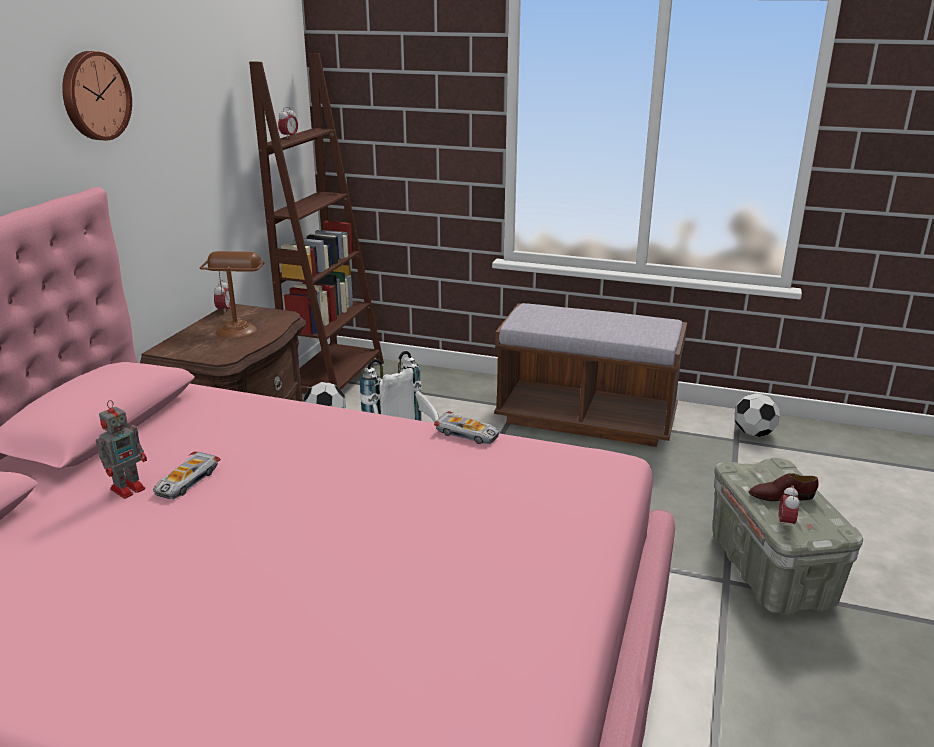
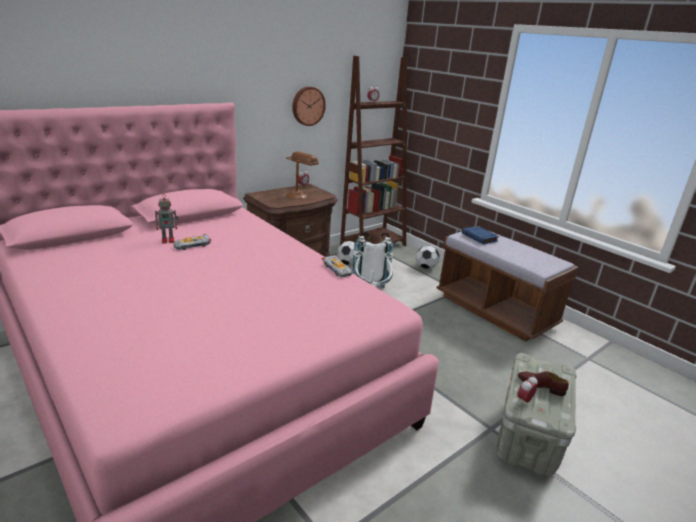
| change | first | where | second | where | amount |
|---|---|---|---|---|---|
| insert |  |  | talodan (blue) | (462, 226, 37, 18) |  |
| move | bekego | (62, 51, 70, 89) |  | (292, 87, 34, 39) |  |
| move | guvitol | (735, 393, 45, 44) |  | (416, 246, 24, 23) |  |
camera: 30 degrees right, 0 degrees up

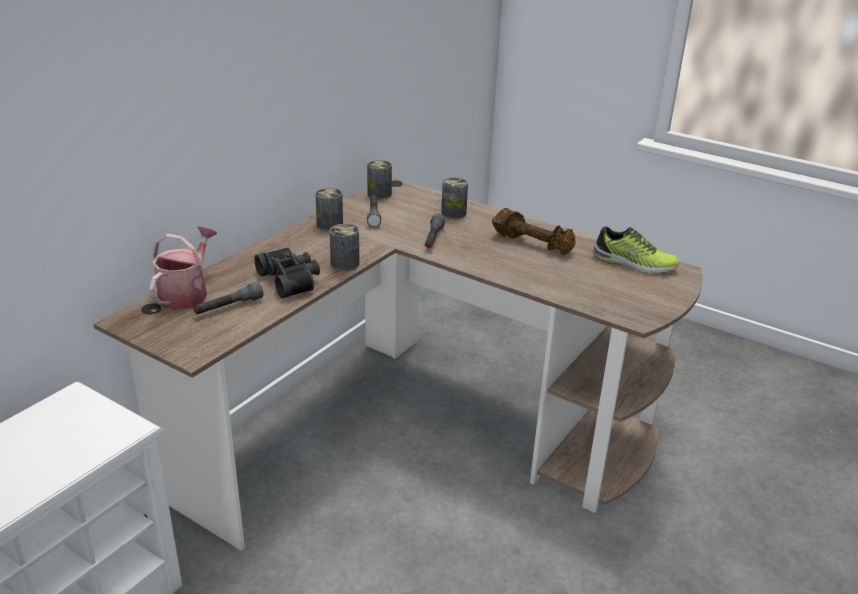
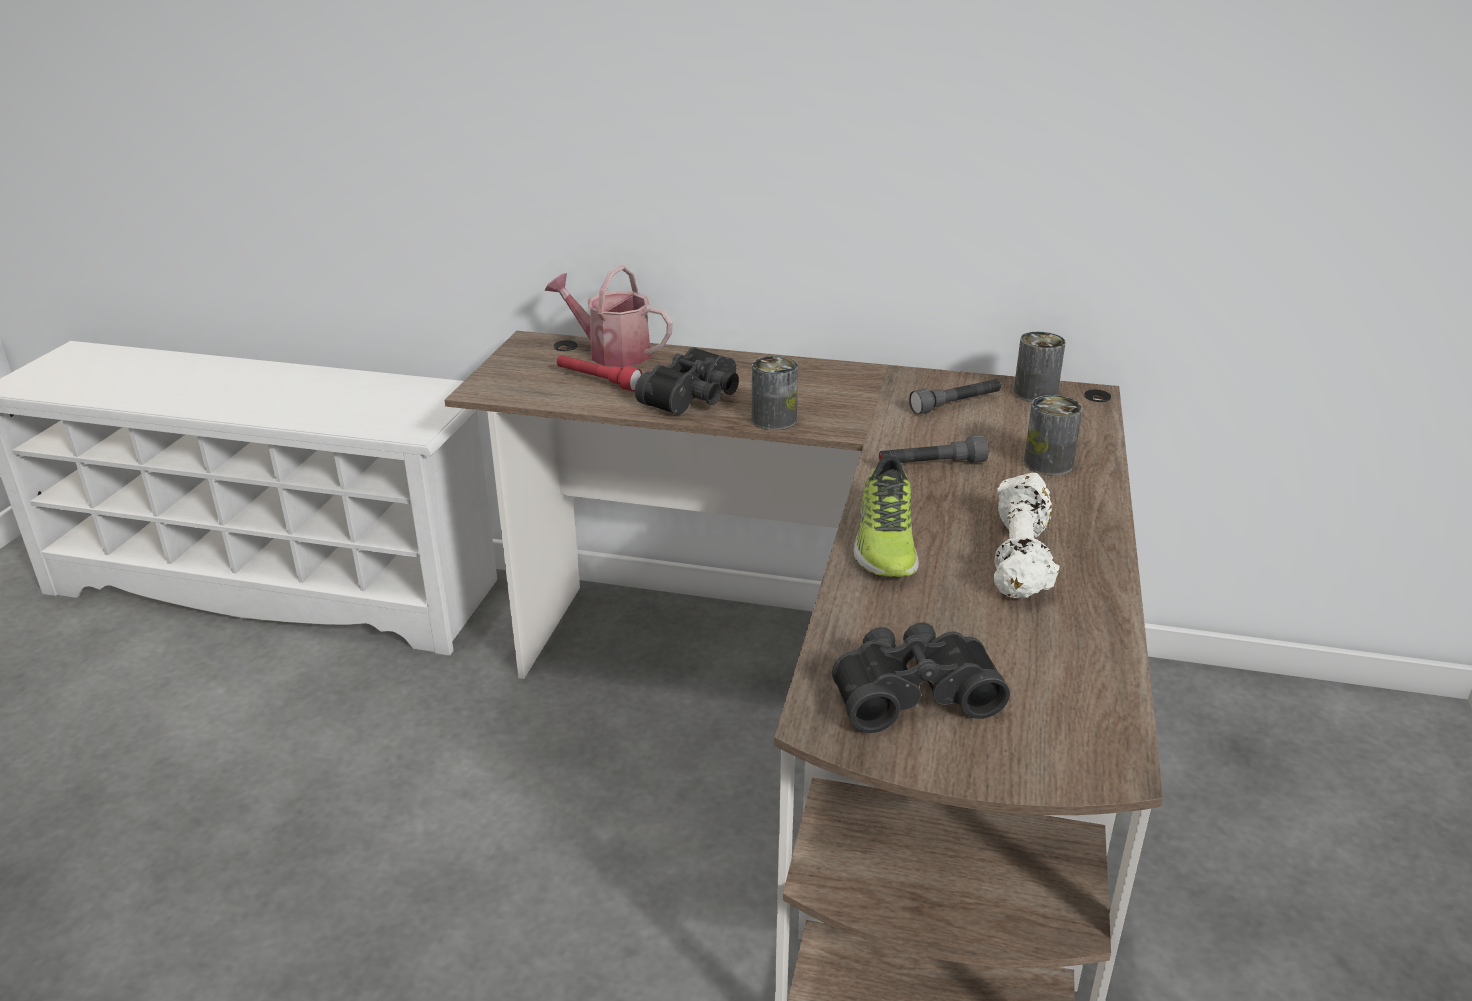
| change | first | where | second | where | amount |
|---|---|---|---|---|---|
| delete | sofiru | (316, 188, 27, 43) |  |  |  |
| insert |  |  | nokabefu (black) | (832, 622, 178, 111) |  |
| move | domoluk | (593, 227, 86, 47) |  | (853, 457, 66, 120) |  |
| recolor | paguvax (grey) | (193, 282, 70, 32) | paguvax (red) | (557, 355, 85, 36) |  |
| recolor | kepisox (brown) | (492, 208, 84, 47) | kepisox (white) | (994, 473, 66, 125) |  |
| rotate | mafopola | (149, 226, 68, 84) |  | (544, 265, 129, 102) | 150 degrees counterclockwise |
camera: 70 degrees right, 0 degrees up

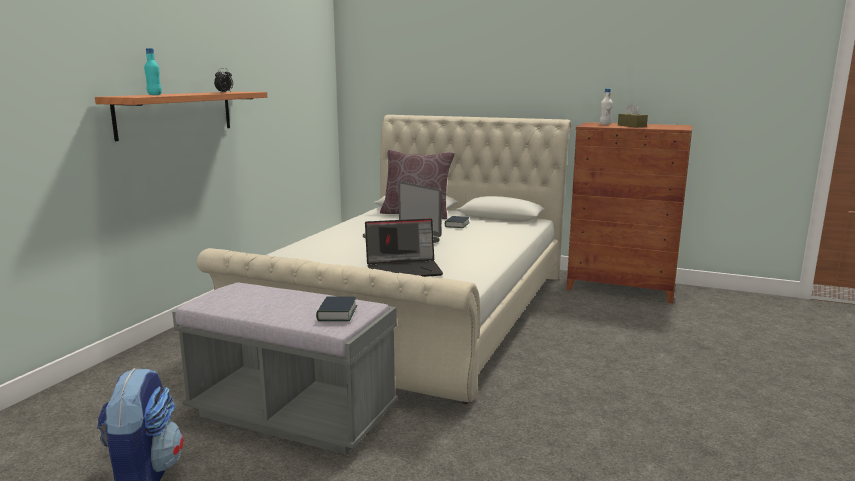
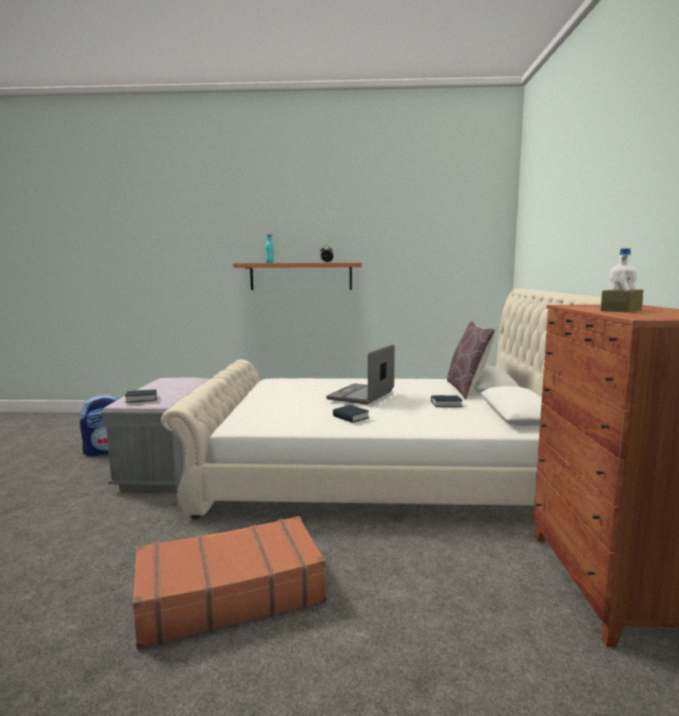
| change | first | where | second | where | amount |
|---|---|---|---|---|---|
| delete | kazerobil | (365, 219, 78, 58) |  |  |  |
| insert |  |  | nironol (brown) | (133, 516, 194, 133) |  |
| insert |  |  | talodan | (333, 405, 36, 18) |  |
camera: 70 degrees right, 5 degrees down

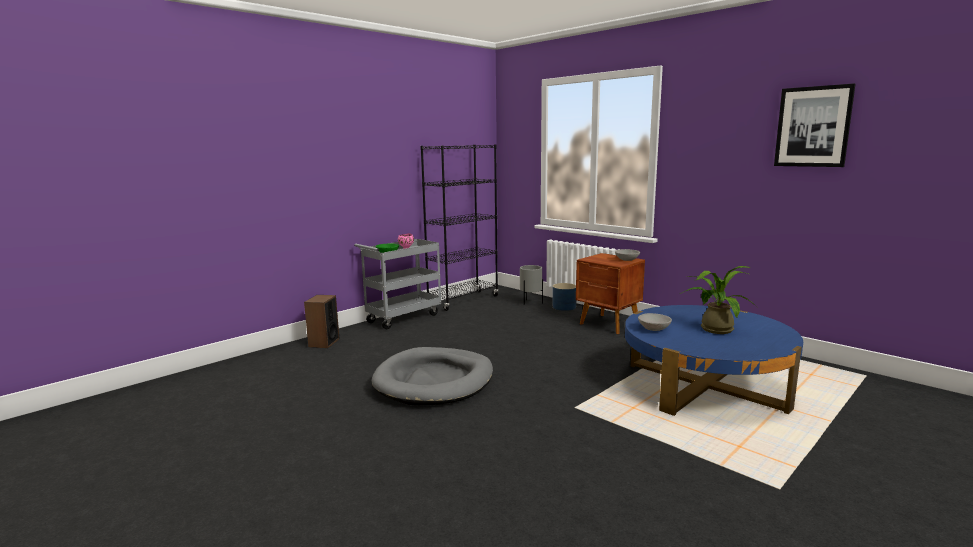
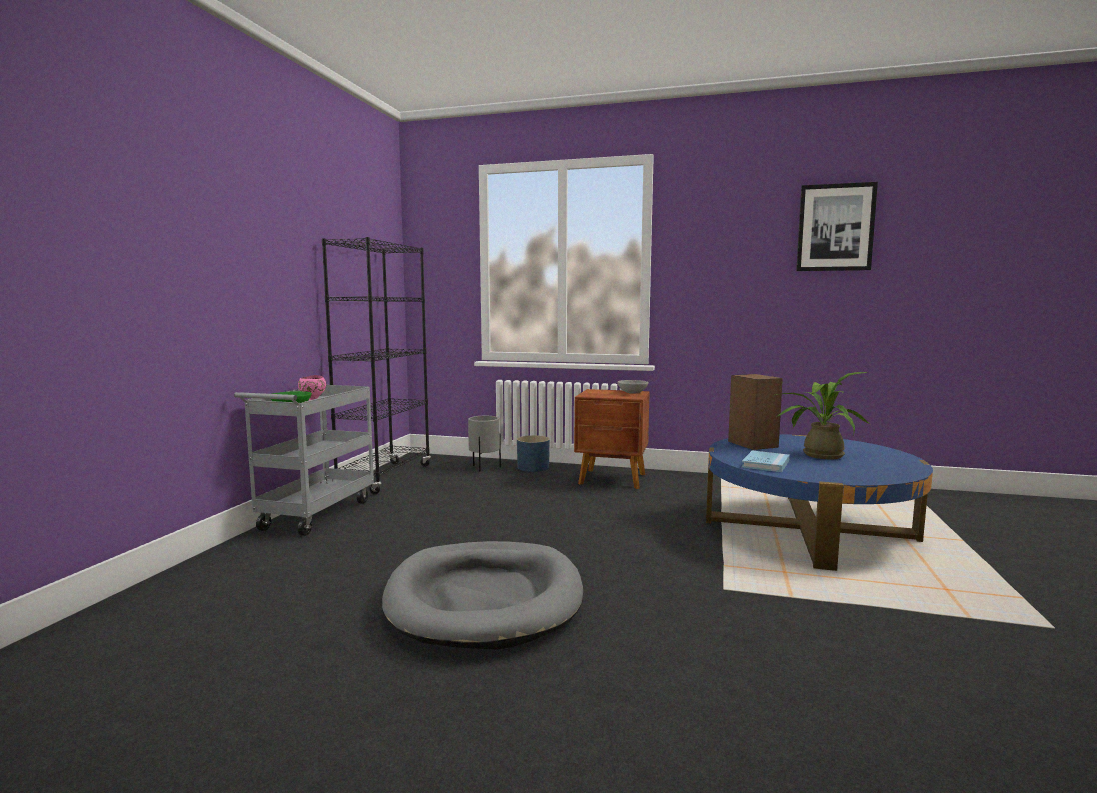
| change | first | where | second | where | amount |
|---|---|---|---|---|---|
| move | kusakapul | (304, 295, 36, 53) |  | (728, 374, 55, 76) |  |
| replace | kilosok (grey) | (638, 313, 34, 18) | talodan (blue) | (742, 450, 48, 22) |  |
camera: 30 degrees left, 5 degrees down

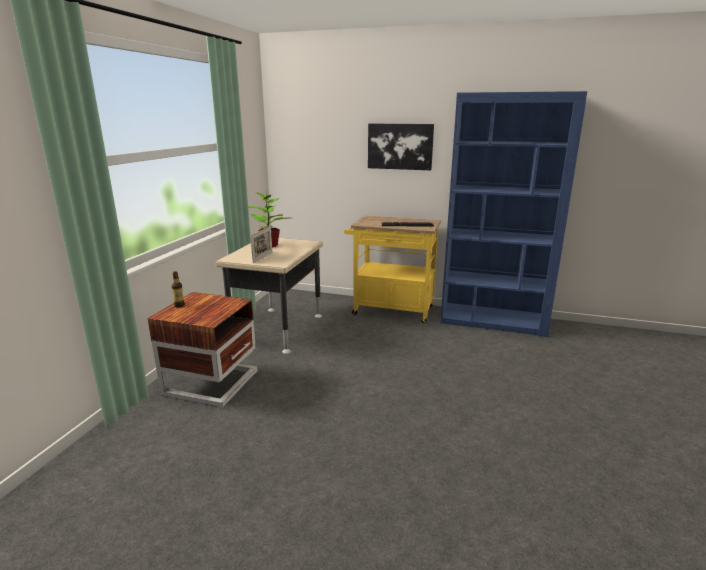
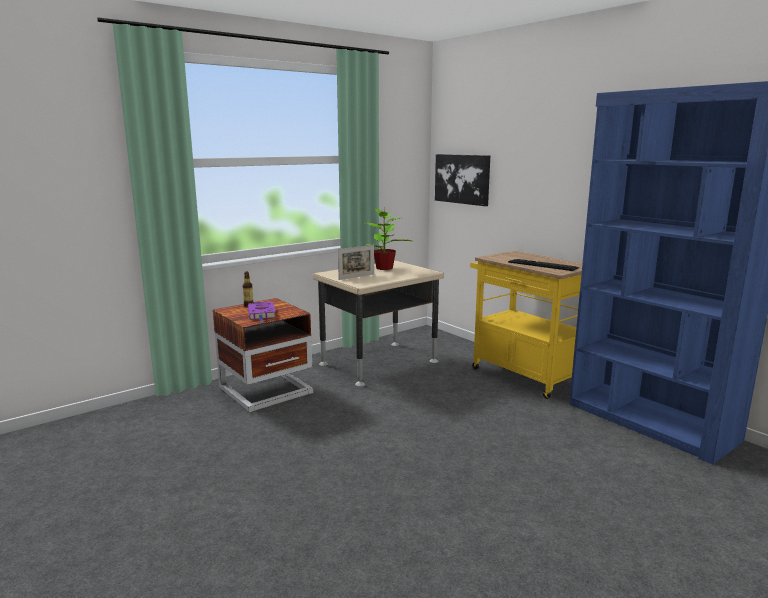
| change | first | where | second | where | amount |
|---|---|---|---|---|---|
| insert |  |  | talodan (purple) | (248, 301, 28, 21) |  |
| move | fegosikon | (368, 124, 66, 46) |  | (435, 154, 55, 52) |  |
camera: 35 degrees right, 5 degrees down

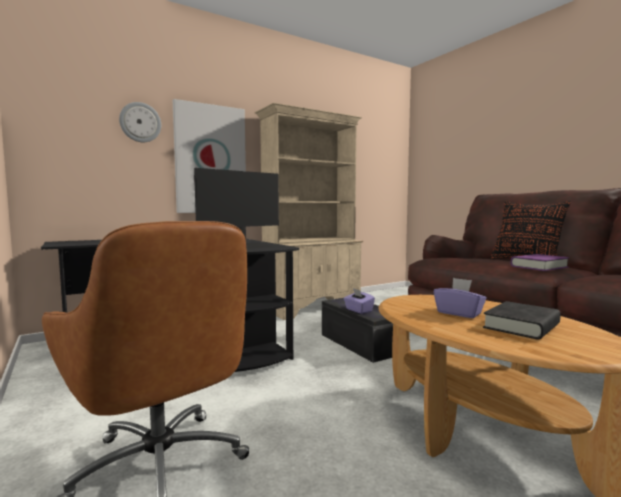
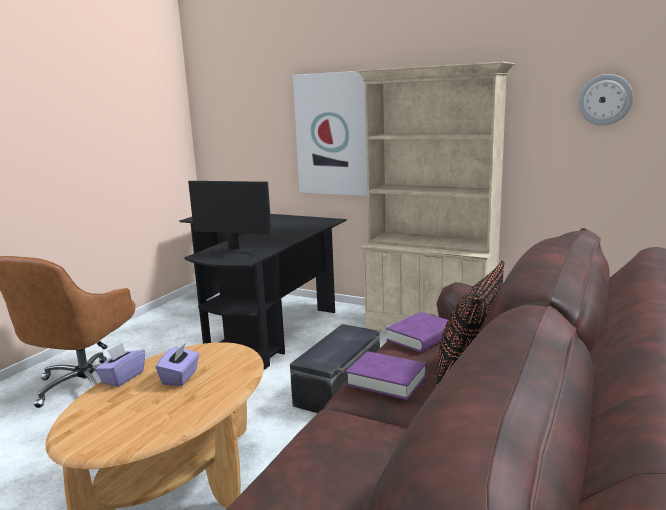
| change | first | where | second | where | amount |
|---|---|---|---|---|---|
| delete | talodan (black) | (483, 301, 78, 39) |  |  |  |
| insert |  |  | talodan (purple) | (386, 312, 62, 40) |  |
| move | bekego | (119, 102, 42, 40) |  | (578, 74, 55, 52) |  |
| move | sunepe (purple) | (344, 288, 31, 26) |  | (95, 343, 50, 44) |  |
camera: 60 degrees right, 10 degrees up

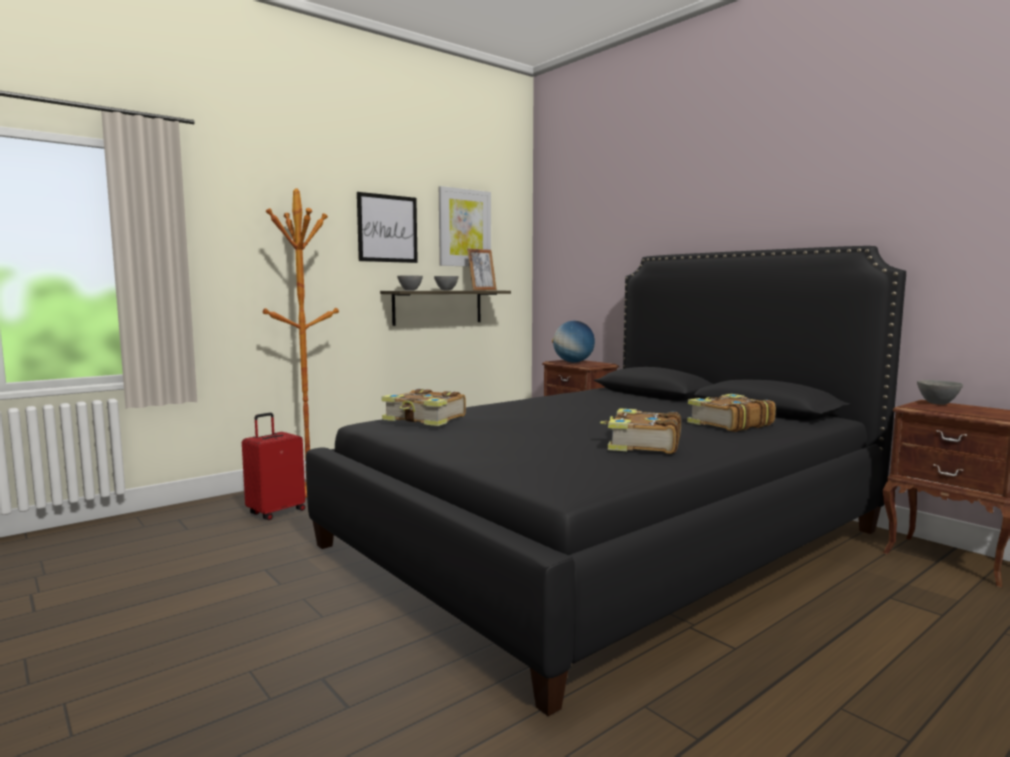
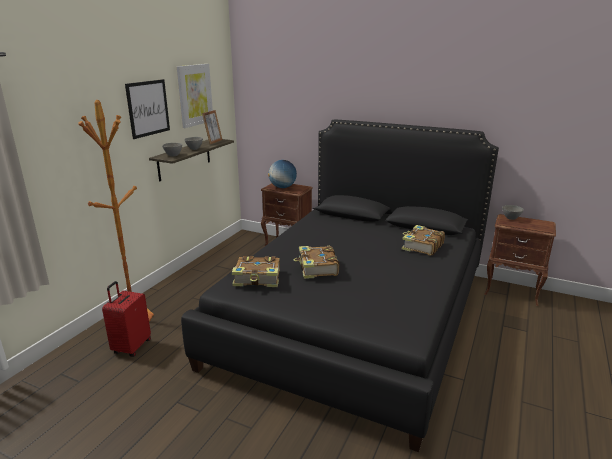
| change | first | where | second | where | amount |
|---|---|---|---|---|---|
| move | talodan | (600, 408, 81, 46) |  | (294, 246, 45, 33) |  |
camera: 25 degrees left, 15 degrees up

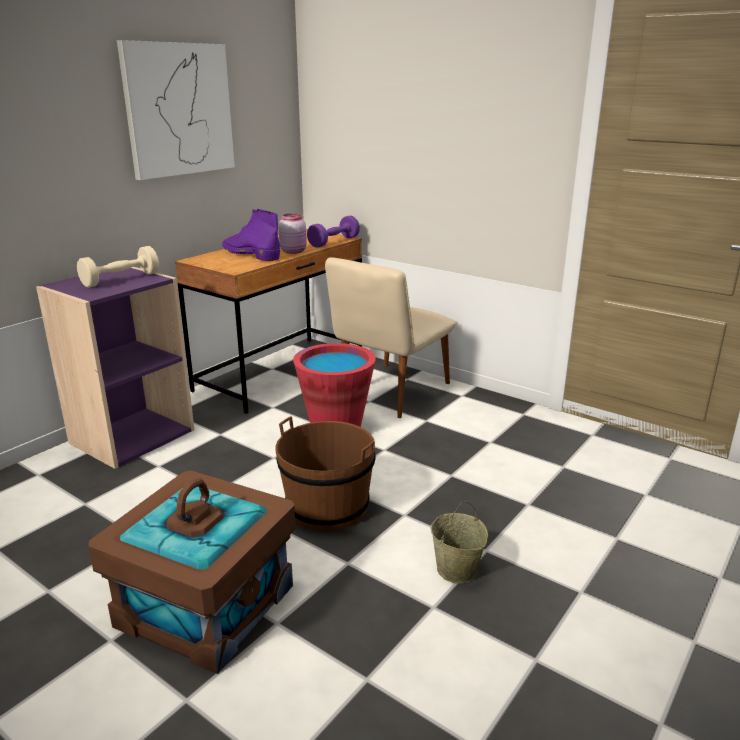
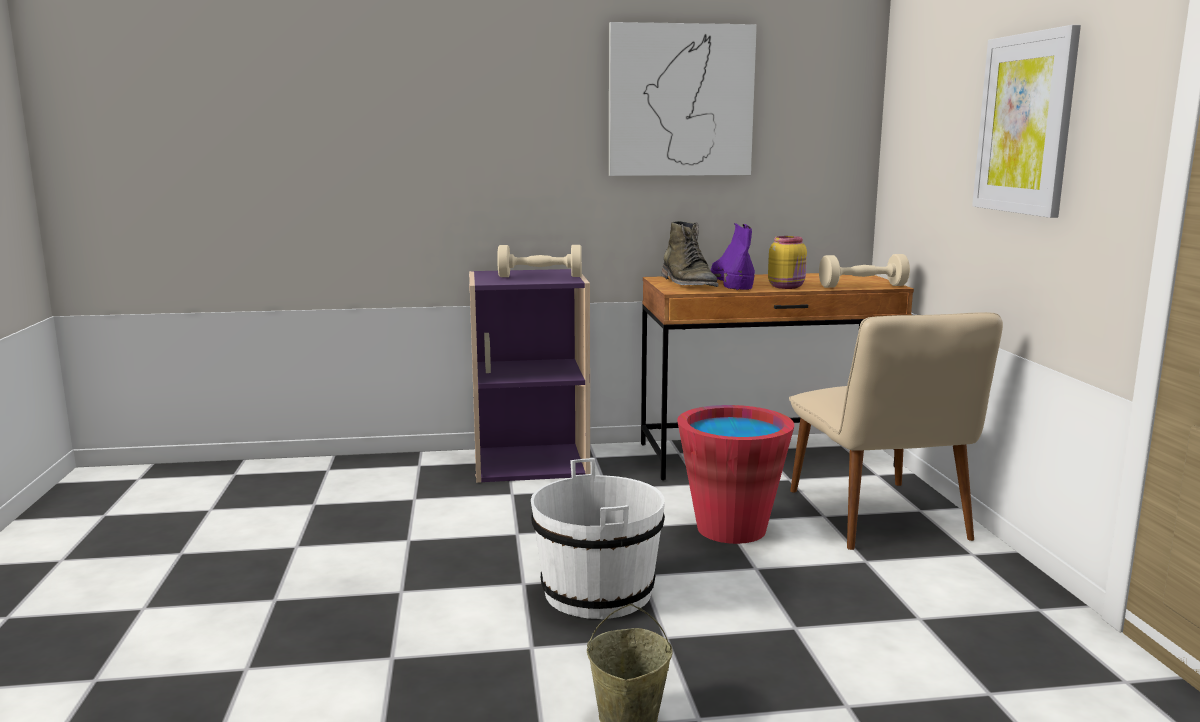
| change | first | where | second | where | amount |
|---|---|---|---|---|---|
| delete | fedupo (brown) | (88, 470, 208, 204) |  |  |  |
| insert |  |  | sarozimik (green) | (662, 221, 57, 66) |  |
| insert |  |  | fegosikon | (972, 25, 109, 193) |  |
| recolor | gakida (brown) | (276, 416, 100, 116) | gakida (white) | (531, 458, 134, 161) |  |
| recolor | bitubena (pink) | (278, 213, 29, 41) | bitubena (yellow) | (768, 236, 39, 53) |  |
| recolor | kepisox (purple) | (307, 216, 53, 32) | kepisox (beige) | (819, 254, 91, 34) |  |
| rotate | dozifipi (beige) | (325, 257, 132, 161) |  | (789, 312, 214, 238) | 90 degrees counterclockwise |
camera: 45 degrees right, 10 degrees down

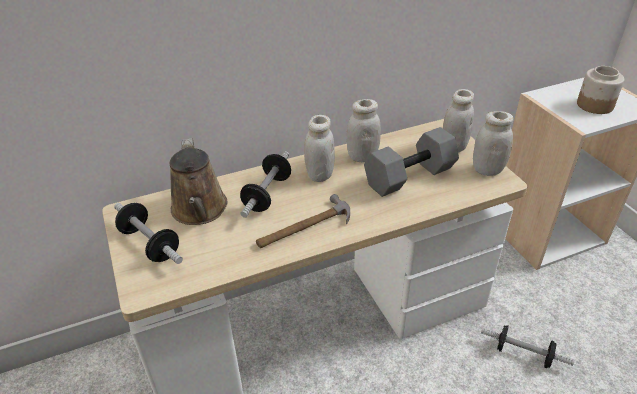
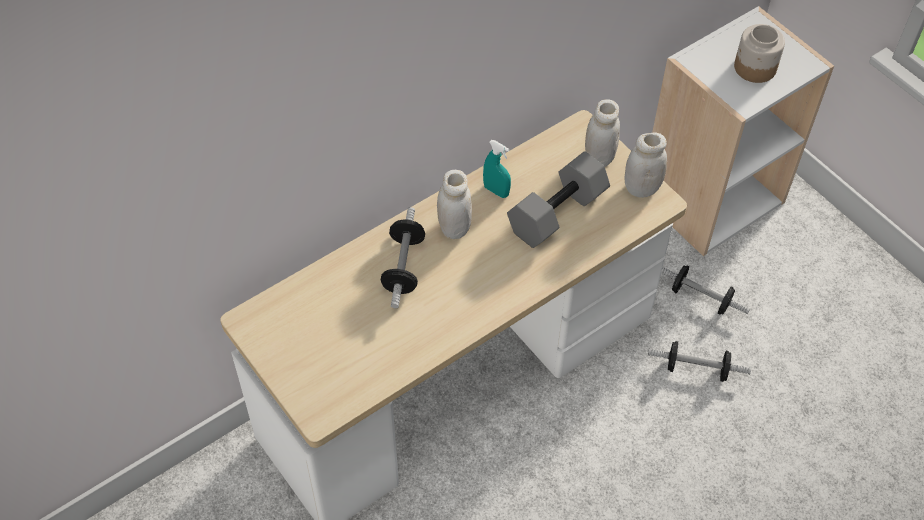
| change | first | where | second | where | amount |
|---|---|---|---|---|---|
| delete | mafopola (brown) | (169, 138, 59, 87) |  |  |  |
| delete | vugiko | (256, 194, 94, 54) |  |  |  |
| move | kepisox | (114, 203, 69, 61) |  | (661, 266, 89, 48) |  |
| replace | bitubena (white) | (347, 99, 34, 63) | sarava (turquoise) | (483, 140, 28, 58) |  |
camera: 15 degrees left, 15 degrees up

